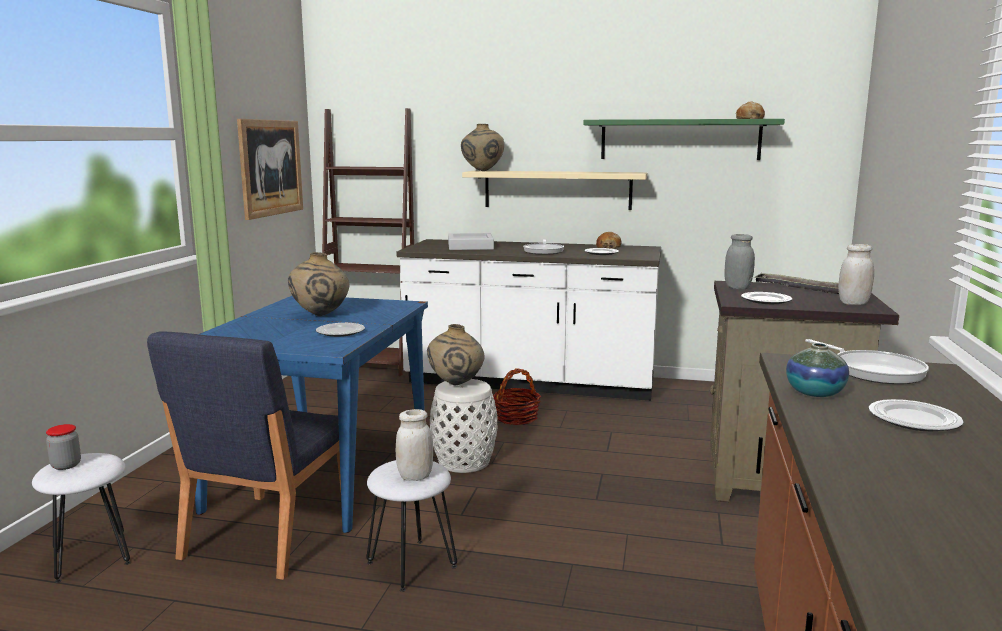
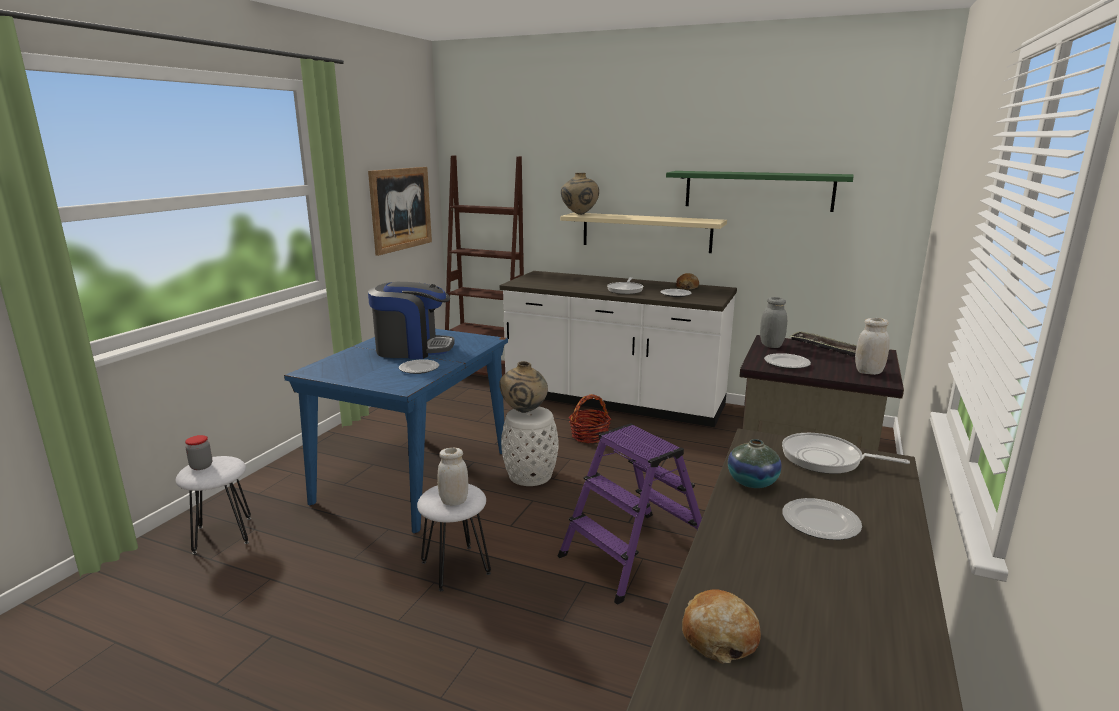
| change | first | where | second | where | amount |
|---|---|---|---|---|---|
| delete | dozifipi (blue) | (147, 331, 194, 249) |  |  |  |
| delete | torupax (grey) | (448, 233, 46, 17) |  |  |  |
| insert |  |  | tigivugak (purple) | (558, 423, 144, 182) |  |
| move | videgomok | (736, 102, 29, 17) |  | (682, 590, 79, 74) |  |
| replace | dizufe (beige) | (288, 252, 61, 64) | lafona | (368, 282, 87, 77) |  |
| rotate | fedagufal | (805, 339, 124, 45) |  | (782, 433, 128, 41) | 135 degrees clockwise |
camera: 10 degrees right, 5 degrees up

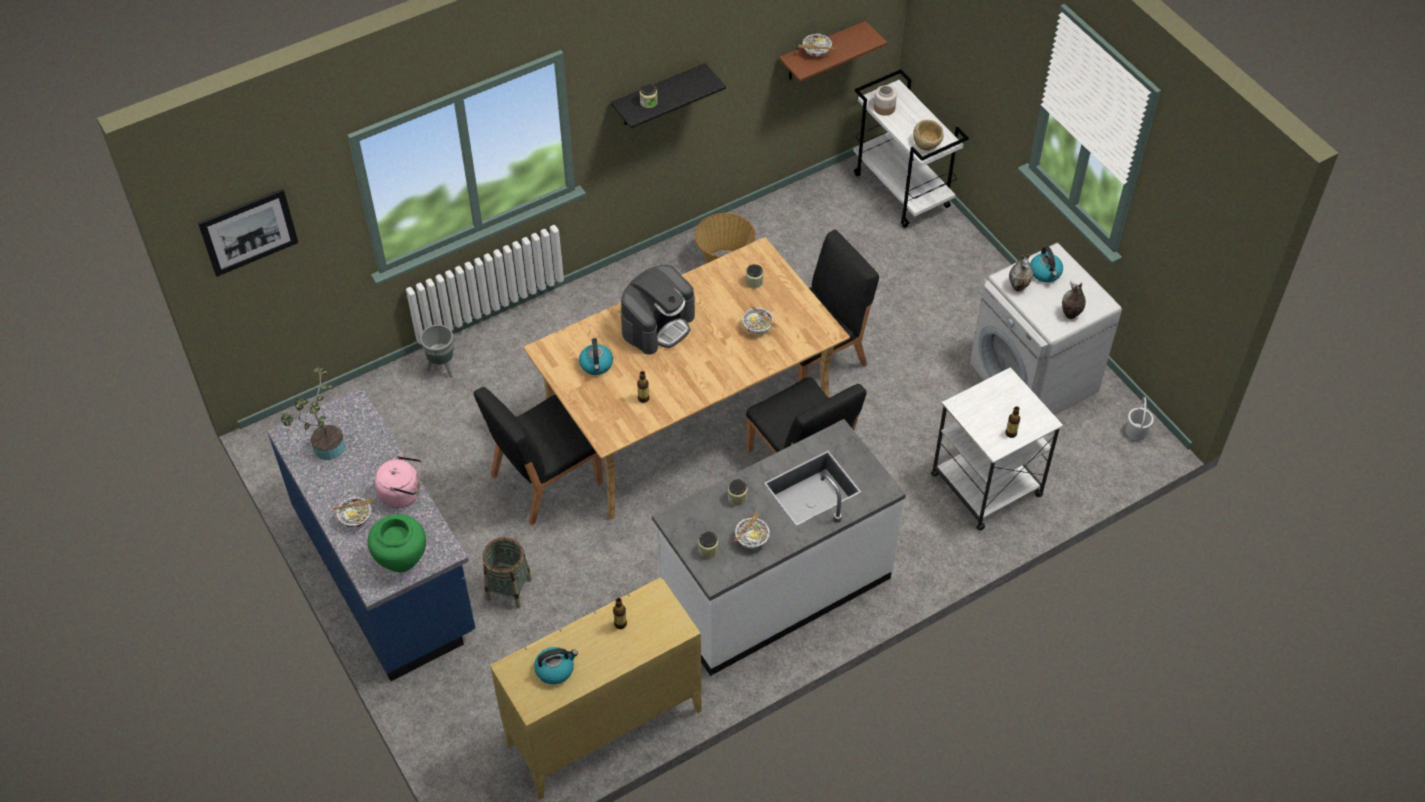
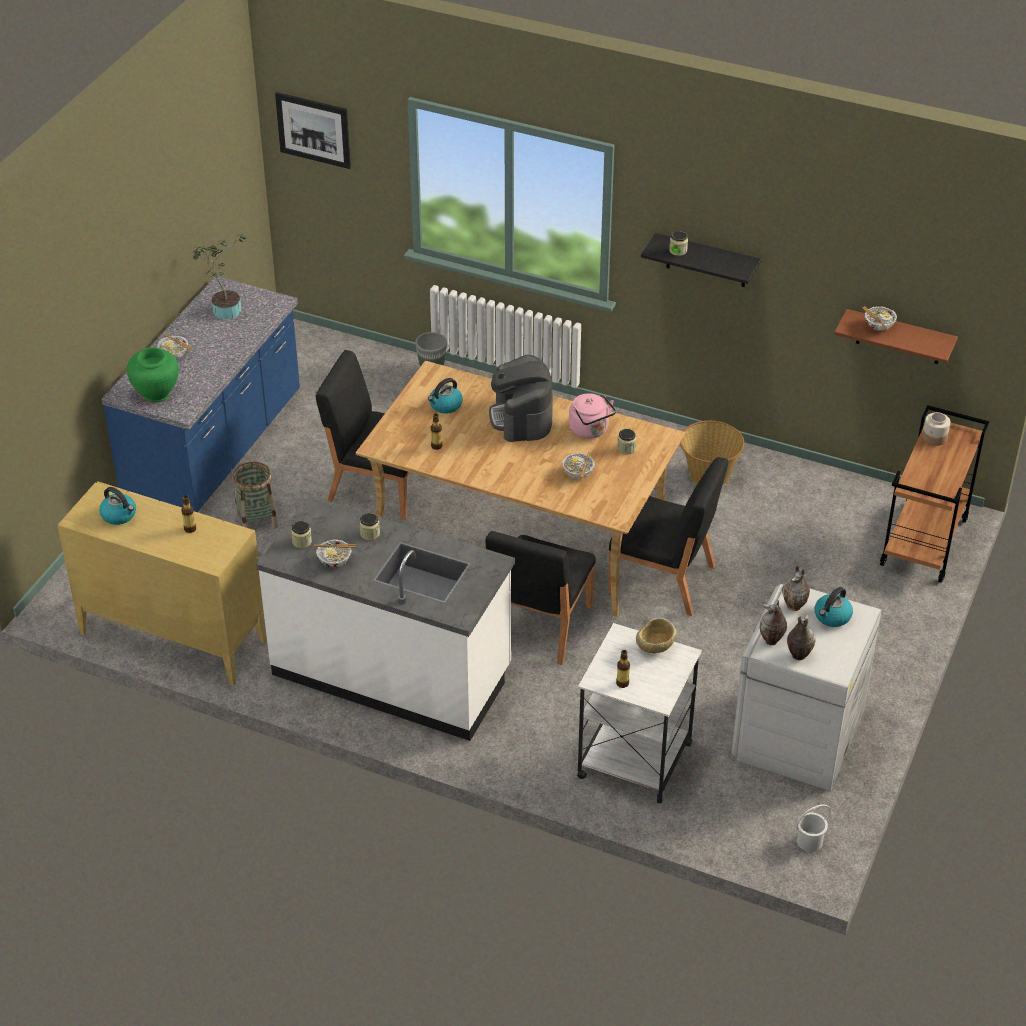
| change | first | where | second | where | amount |
|---|---|---|---|---|---|
| insert |  |  | dizufe | (760, 600, 27, 45) |  |
| move | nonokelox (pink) | (375, 453, 47, 55) |  | (569, 393, 47, 46) |  |
| move | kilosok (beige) | (913, 120, 31, 31) |  | (636, 618, 41, 36) |  |
| recolor | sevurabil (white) | (853, 69, 116, 159) | sevurabil (brown) | (880, 405, 109, 178) |  |
| rotate | lafona | (621, 265, 74, 90) |  | (489, 355, 64, 87) | 75 degrees clockwise |
camera: 55 degrees right, 10 degrees down

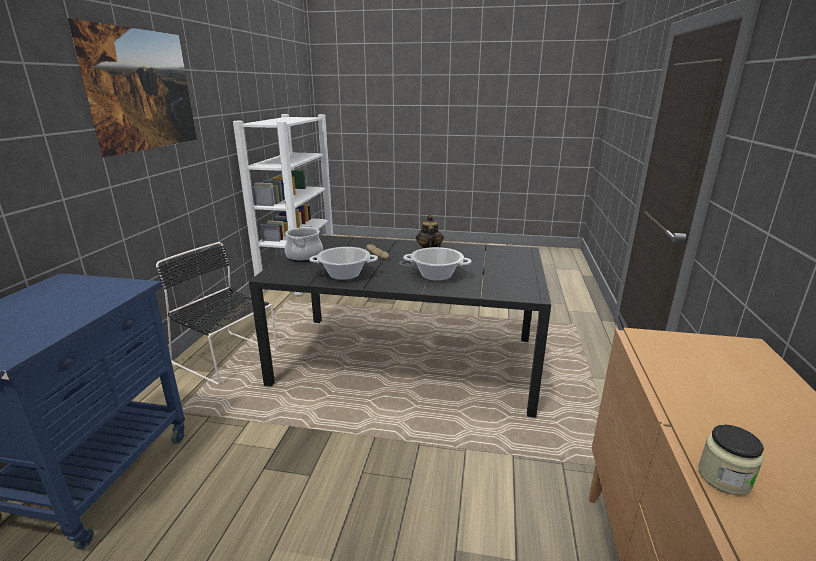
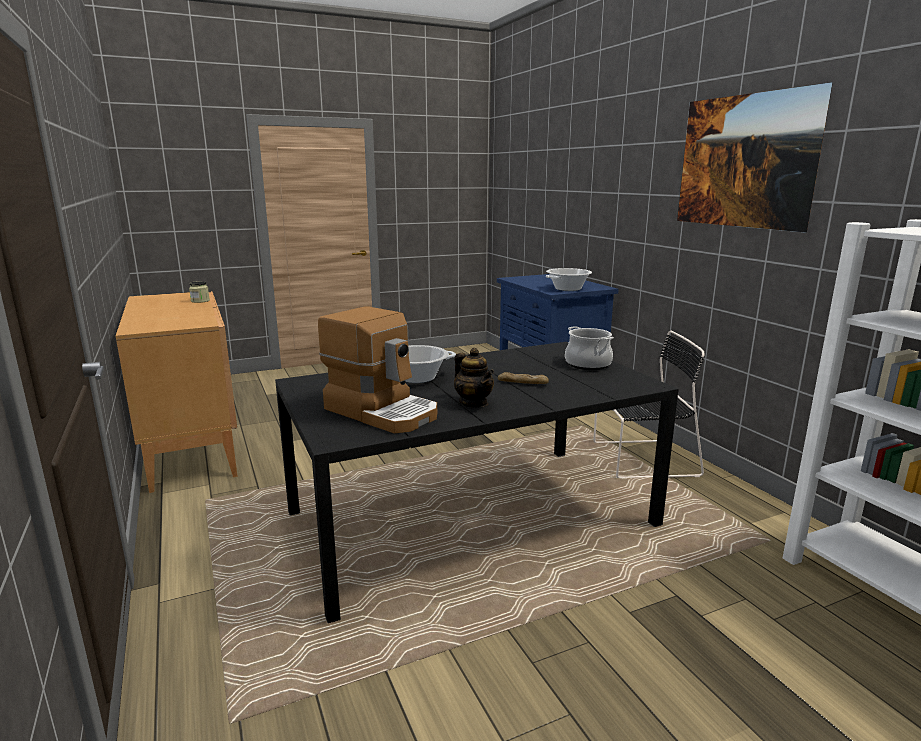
| change | first | where | second | where | amount |
|---|---|---|---|---|---|
| insert |  |  | lafona | (318, 306, 119, 127) |  |
| move | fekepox | (309, 247, 69, 33) |  | (546, 268, 46, 23) |  |
camera: 145 degrees right, 5 degrees down

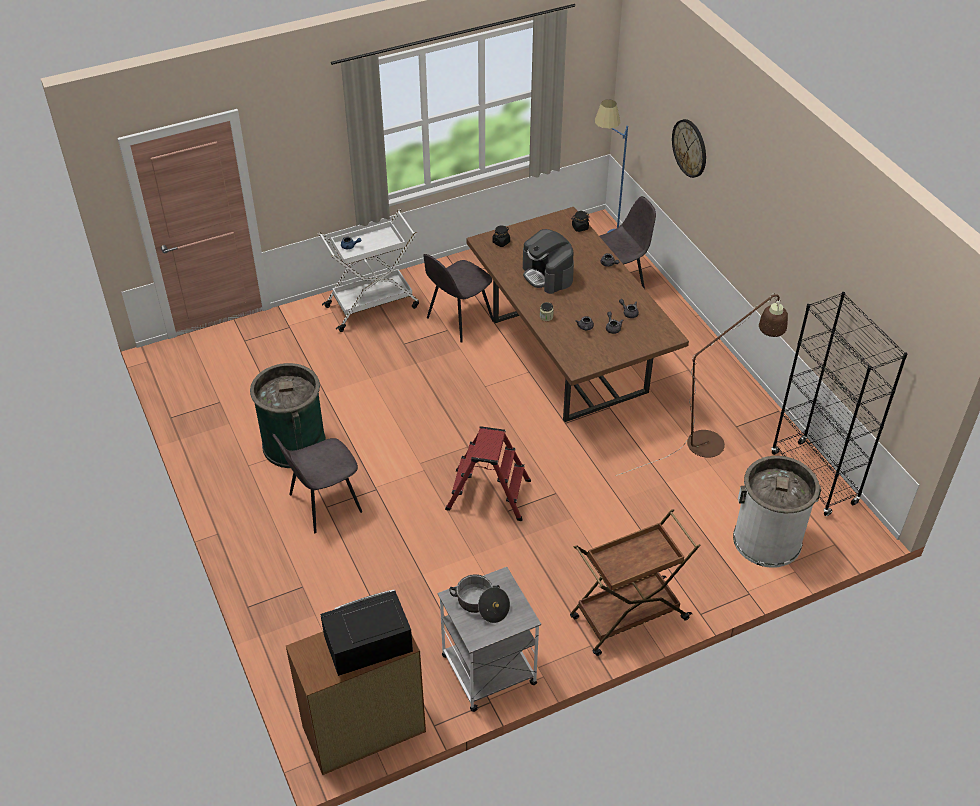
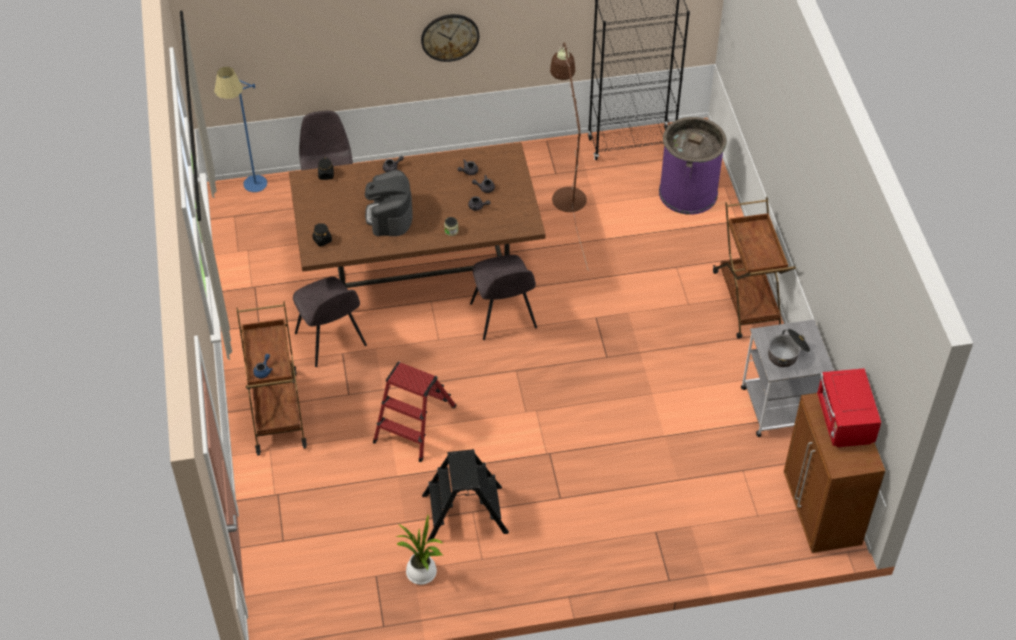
| change | first | where | second | where | amount |
|---|---|---|---|---|---|
| insert |  |  | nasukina | (397, 515, 47, 70) |  |
| move | dozifipi (grey) | (272, 434, 90, 99) |  | (470, 255, 67, 85) |  |
| move | tigivugak (red) | (445, 426, 86, 95) |  | (373, 361, 84, 101) |  |
| move | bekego | (672, 119, 34, 59) |  | (421, 14, 58, 48) |  |
| replace | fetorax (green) | (250, 363, 76, 105) | tigivugak (black) | (422, 449, 87, 93) |  |
| recolor | sevurabil (white) | (317, 209, 102, 123) | sevurabil (brown) | (236, 301, 71, 154) |  |
| recolor | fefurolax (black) | (320, 590, 93, 86) | fefurolax (red) | (817, 368, 64, 79) |  |
| recolor | fetorax (white) | (733, 456, 88, 112) | fetorax (purple) | (659, 117, 68, 98) |  |
| rotate | lafona | (523, 229, 51, 65) |  | (365, 170, 48, 66) | 105 degrees clockwise |
camera: 75 degrees left, 5 degrees up

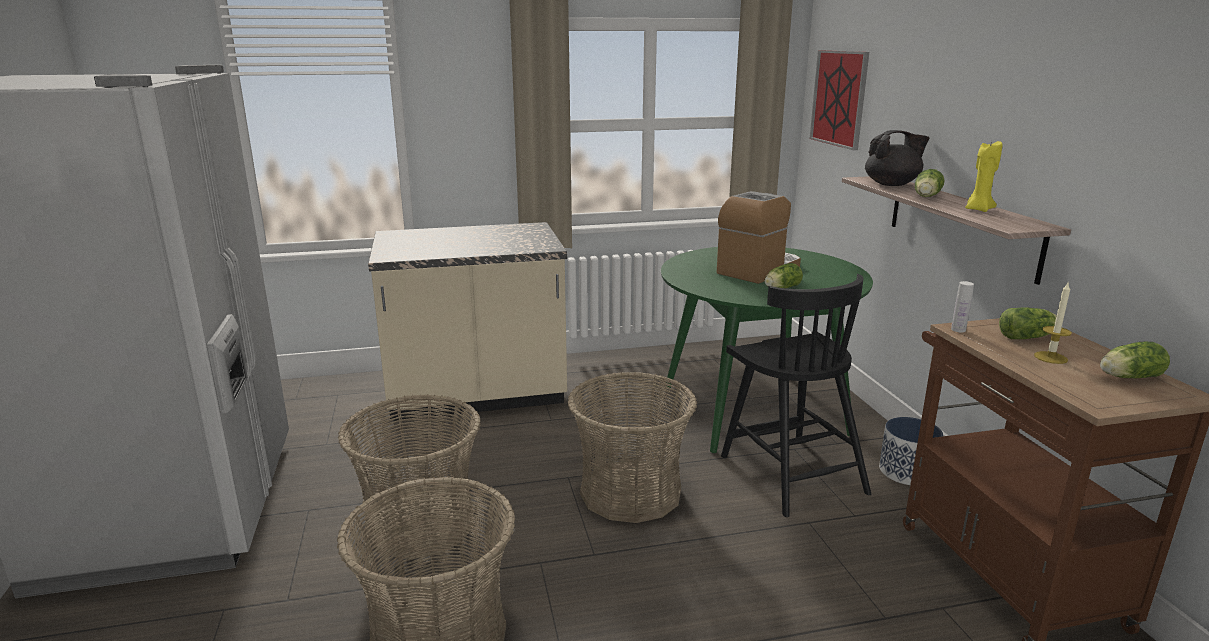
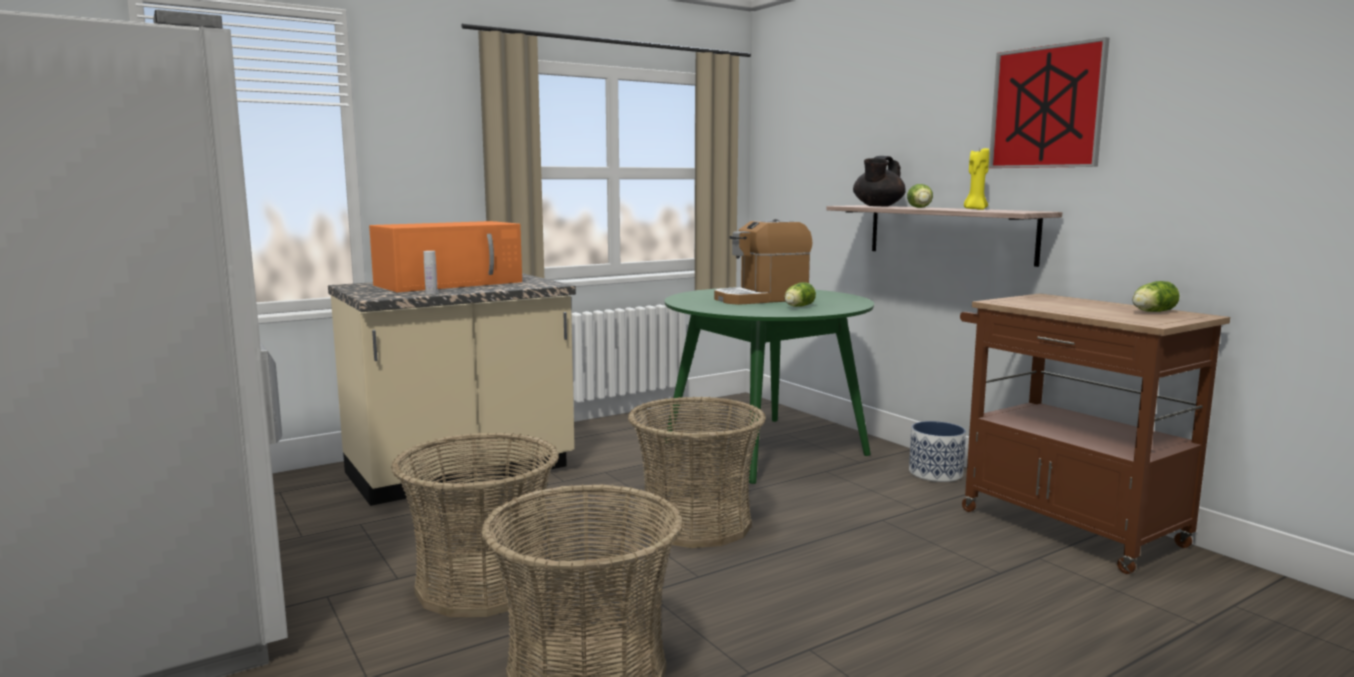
| change | first | where | second | where | amount |
|---|---|---|---|---|---|
| delete | dozifipi (black) | (721, 274, 150, 243) |  |  |  |
| delete | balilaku | (999, 308, 58, 31) |  |  |  |
| delete | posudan | (1034, 283, 38, 81) |  |  |  |
| insert |  |  | fefurolax (orange) | (369, 221, 153, 71) |  |
| move | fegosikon | (810, 50, 59, 100) |  | (989, 37, 121, 131) |  |
| move | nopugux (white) | (951, 281, 23, 51) |  | (424, 251, 14, 43) |  |
| rotate | lafona | (717, 191, 84, 93) |  | (714, 219, 99, 86) | 135 degrees counterclockwise |
| rotate | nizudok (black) | (865, 130, 64, 56) |  | (853, 156, 53, 50) | 150 degrees clockwise |
camera: 20 degrees left, 10 degrees down

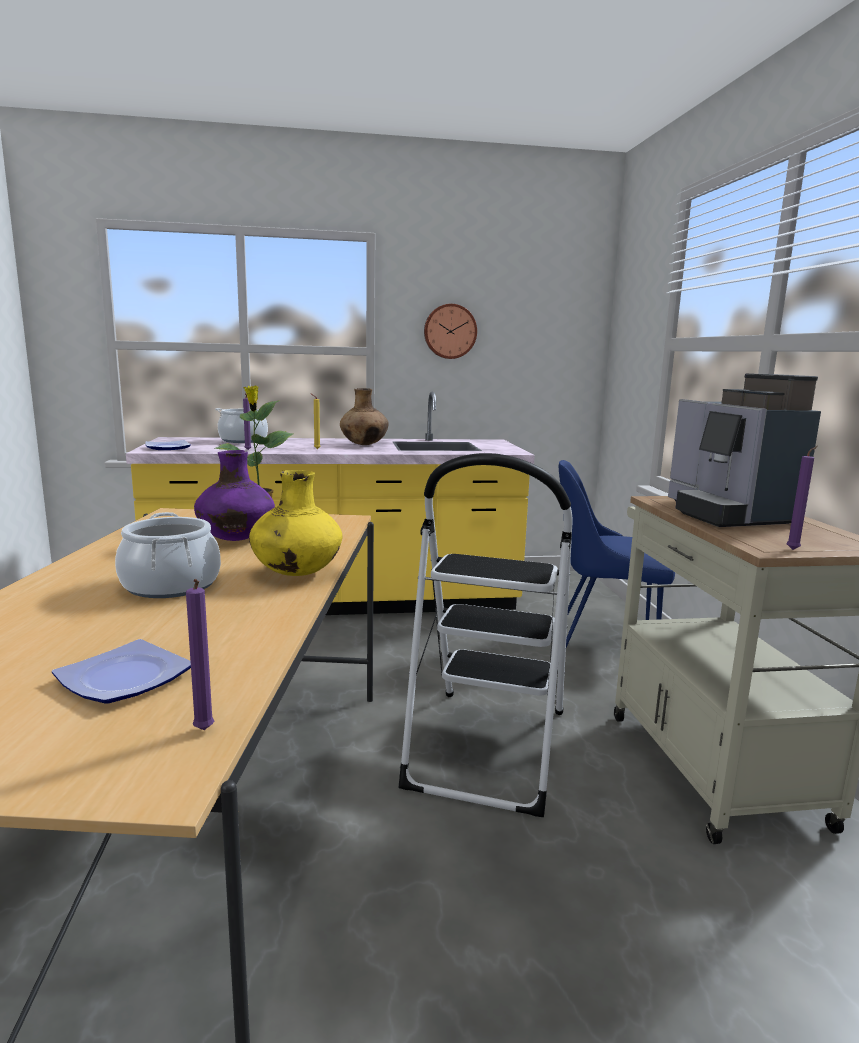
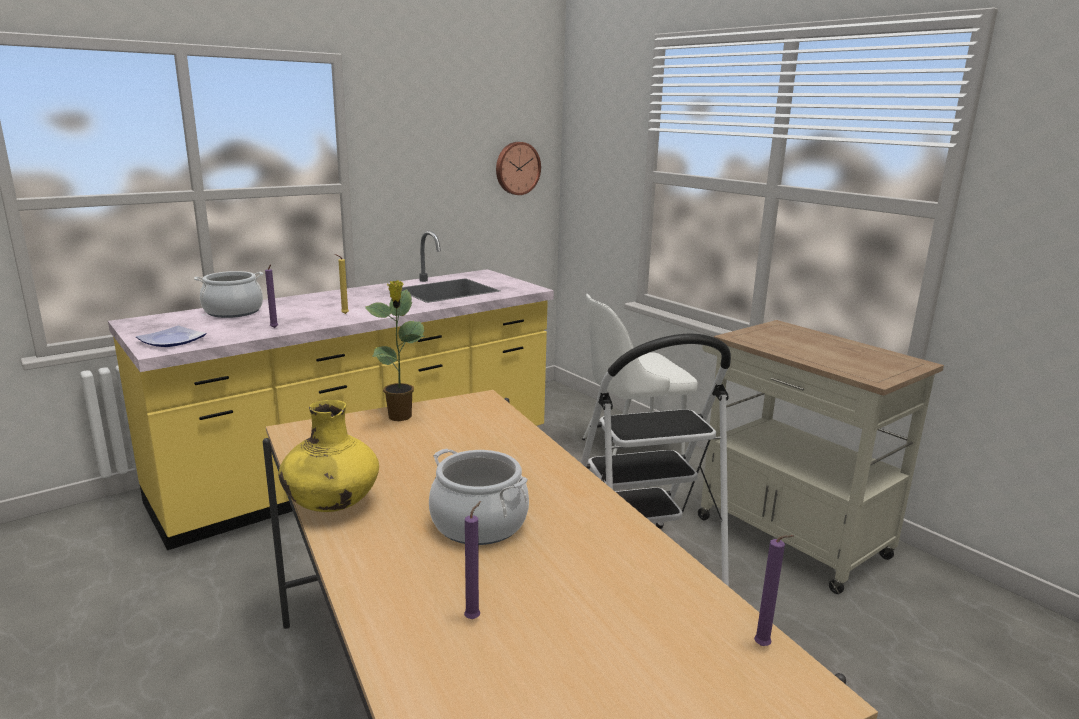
| change | first | where | second | where | amount |
|---|---|---|---|---|---|
| delete | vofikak | (52, 639, 139, 65) |  |  |  |
| delete | dizufe (purple) | (194, 450, 81, 91) |  |  |  |
| delete | dizufe (brown) | (340, 388, 49, 57) |  |  |  |
| delete | lafona | (668, 373, 153, 154) |  |  |  |
| move | dizufe (yellow) | (249, 470, 94, 106) |  | (278, 400, 101, 112) |  |
| move | bekego | (424, 304, 53, 55) |  | (496, 142, 45, 53) |  |
| move | posudan (purple) | (787, 446, 31, 104) |  | (464, 501, 17, 118) |  |
| recolor | dozifipi (blue) | (559, 460, 116, 188) | dozifipi (white) | (582, 294, 116, 161) |  |
camera: 30 degrees left, 5 degrees up

